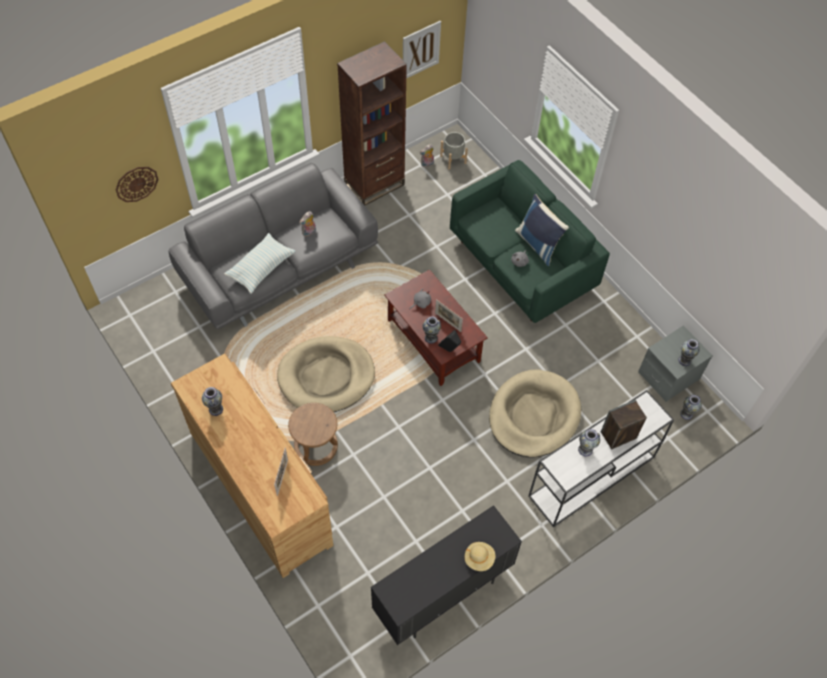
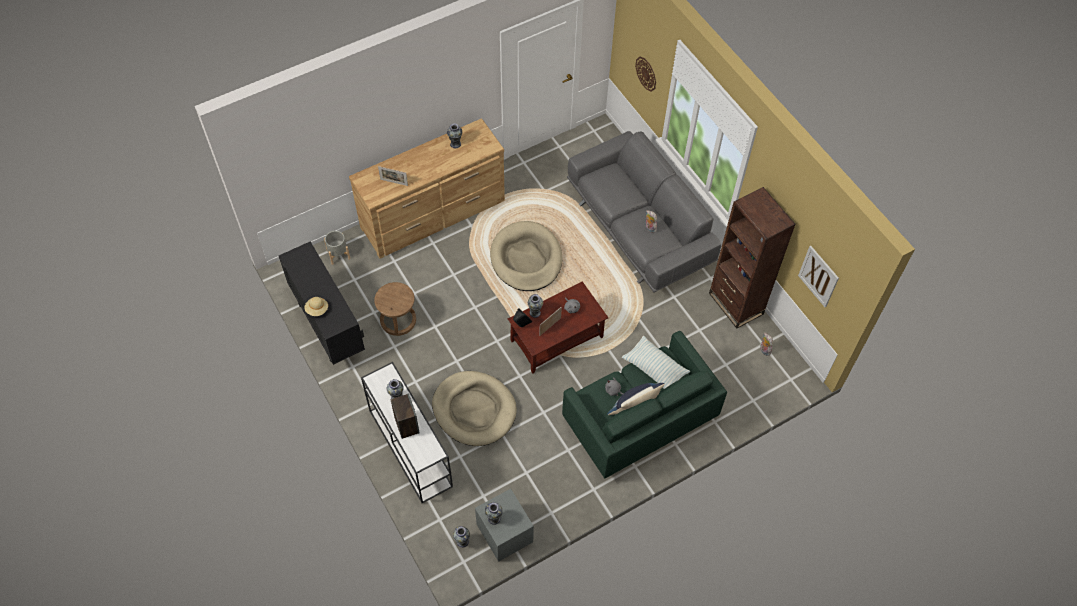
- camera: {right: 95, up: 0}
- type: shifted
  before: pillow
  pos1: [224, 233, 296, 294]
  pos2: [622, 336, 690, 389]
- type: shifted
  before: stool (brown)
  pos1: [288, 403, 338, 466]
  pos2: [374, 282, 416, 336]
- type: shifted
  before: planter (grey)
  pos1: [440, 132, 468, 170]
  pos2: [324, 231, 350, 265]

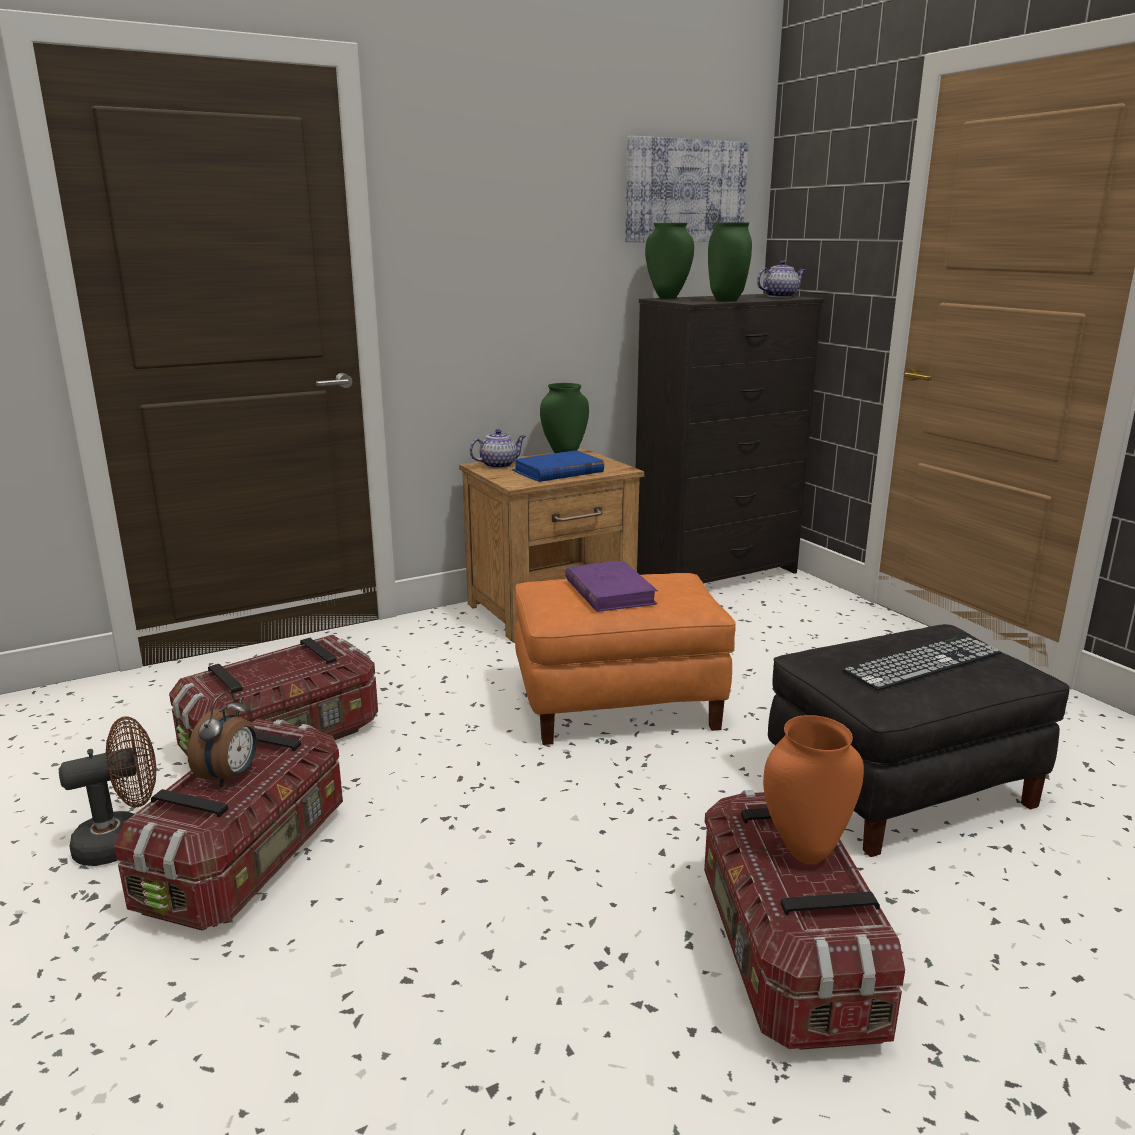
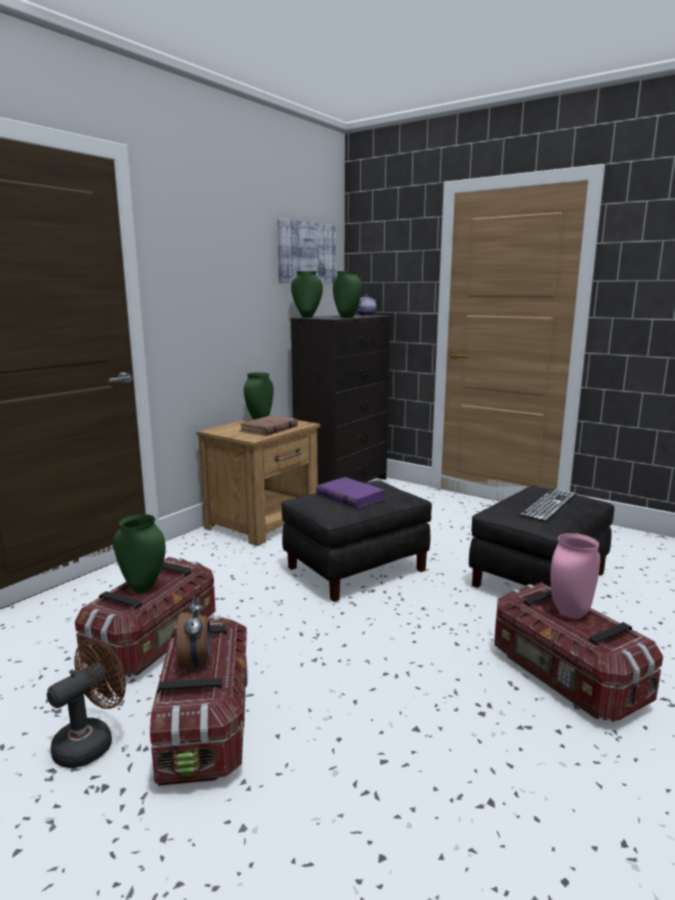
- camera: {right: -25, up: -5}
- type: gone
  before: teapot
  pos1: [469, 429, 526, 468]
- type: new
  after: vase (green)
  pos2: [113, 514, 166, 593]
- type: repainted
  before: book (blue)
  after: book (brown)
  pos1: [512, 450, 604, 482]
  pos2: [239, 415, 298, 436]
- type: repainted
  before: ottoman (orange)
  after: ottoman (black)
  pos1: [515, 573, 736, 745]
  pos2: [281, 481, 432, 602]
- type: repainted
  before: vase (orange)
  after: vase (pink)
  pos1: [763, 715, 864, 865]
  pos2: [550, 533, 600, 619]

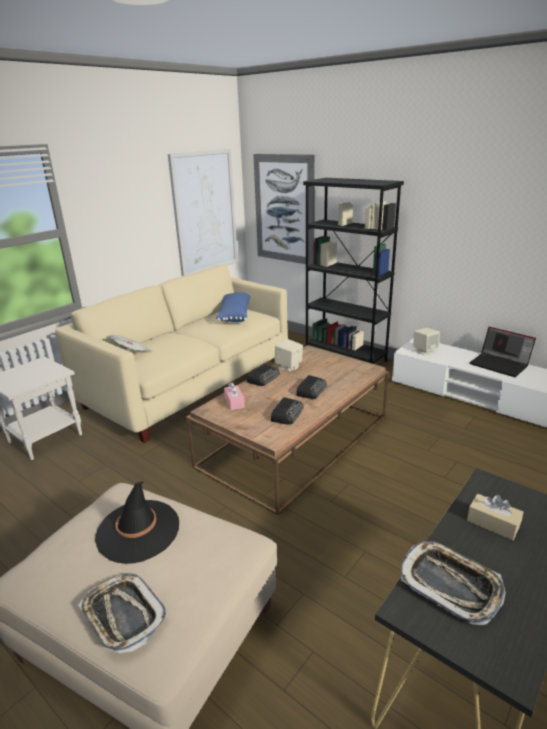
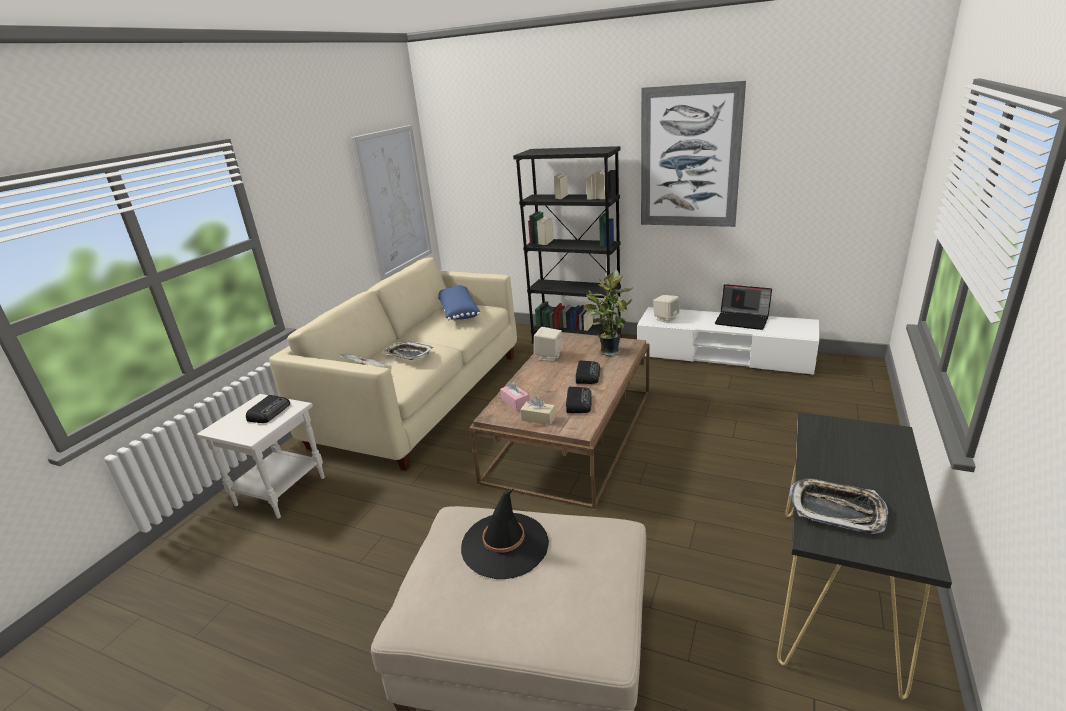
- camera: {right: -15, up: 0}
- type: new
  after: potted plant
  pos2: [583, 269, 633, 356]
- type: shifted
  before: tray
  pos1: [78, 573, 168, 653]
  pos2: [383, 342, 433, 360]
- type: shifted
  before: radio
  pos1: [247, 364, 280, 386]
  pos2: [246, 395, 290, 423]
- type: shifted
  before: picture
  pos1: [253, 154, 315, 265]
  pos2: [641, 81, 746, 227]
- type: shifted
  before: tissue box (beige)
  pos1: [467, 494, 523, 540]
  pos2: [520, 396, 556, 425]

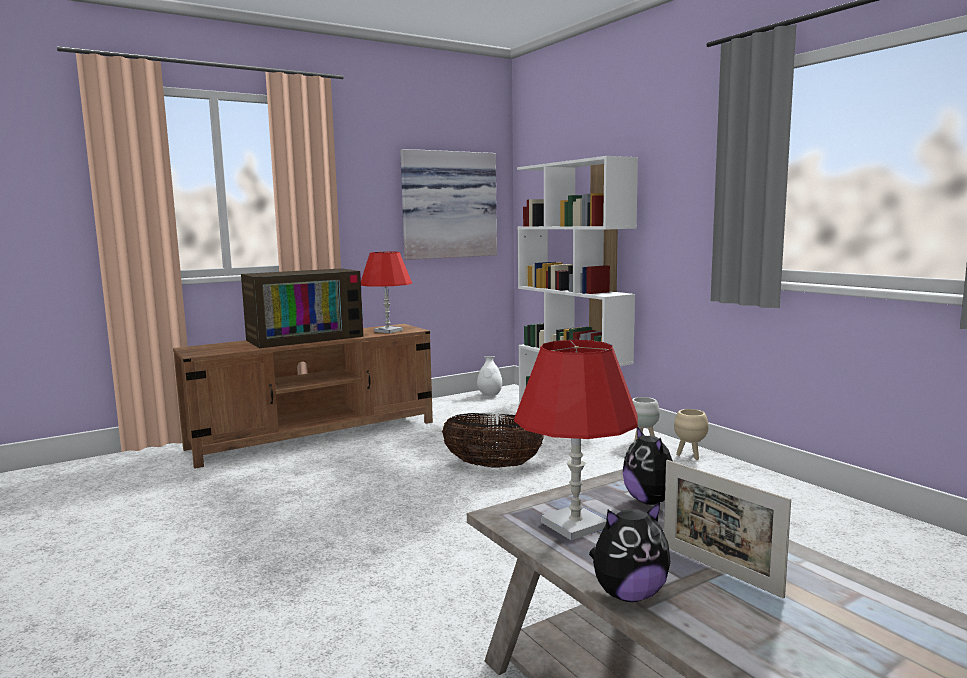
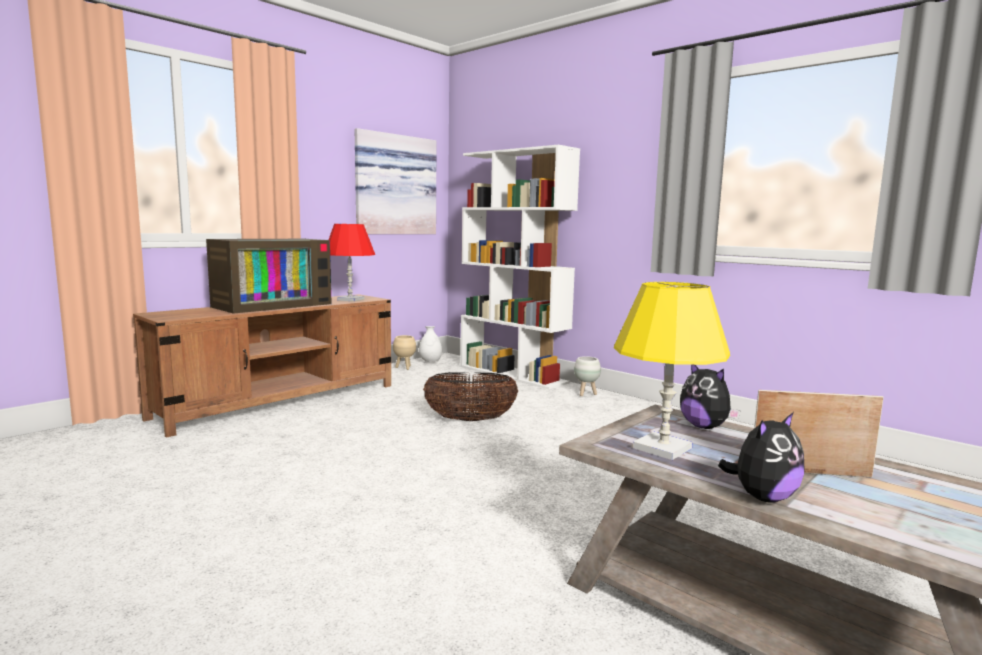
- camera: {right: -15, up: 0}
- type: shifted
  before: planter (beige)
  pos1: [674, 409, 709, 460]
  pos2: [393, 335, 416, 370]
- type: repainted
  before: table lamp (red)
  after: table lamp (yellow)
  pos1: [514, 340, 638, 540]
  pos2: [614, 282, 730, 460]
- type: rotated
  before: picture frame
  pos1: [664, 460, 791, 599]
  pos2: [754, 390, 884, 477]
  turn: 150

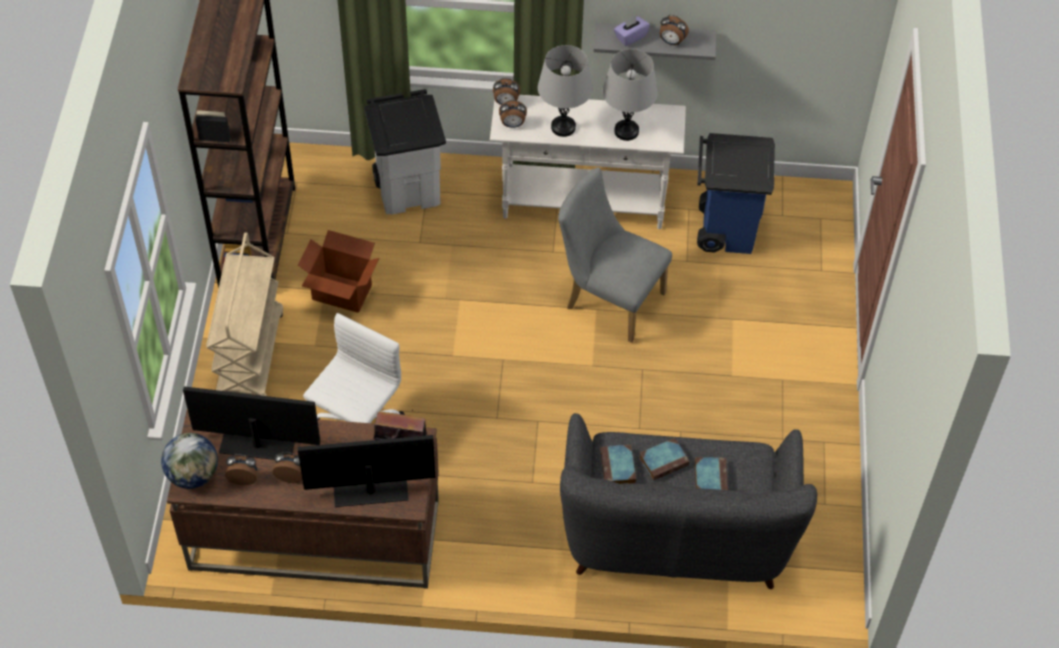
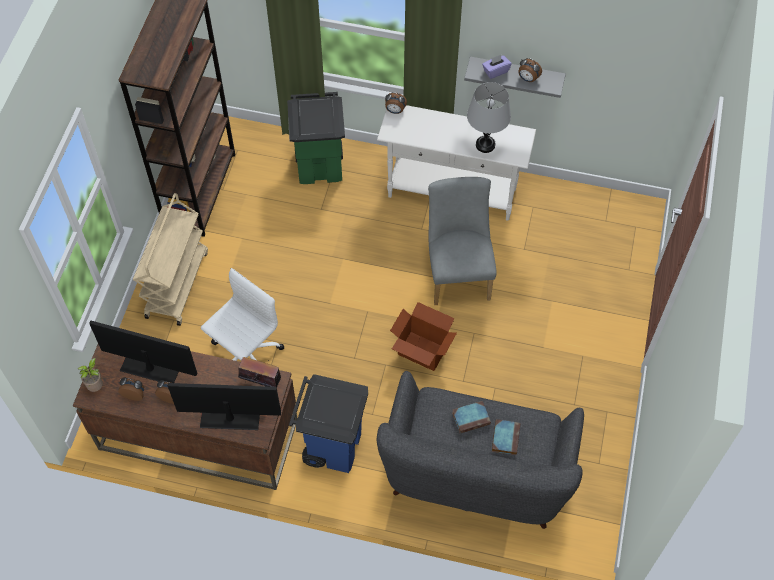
- camera: {right: 10, up: 5}
- type: gone
  before: alarm clock
  pos1: [499, 100, 527, 128]
- type: gone
  before: table lamp (grey)
  pos1: [538, 45, 593, 137]
- type: gone
  before: book
  pos1: [600, 444, 636, 485]
- type: shifted
  before: cardboard box
  pos1: [298, 230, 380, 313]
  pos2: [390, 302, 457, 371]
- type: shifted
  before: trash can (blue)
  pos1: [697, 133, 775, 254]
  pos2: [289, 374, 368, 473]
- type: swapped
  before: globe
  after: potted plant
  pos1: [161, 433, 218, 489]
  pos2: [78, 358, 103, 392]
- type: repainted
  before: trash can (white)
  after: trash can (green)
  pos1: [364, 89, 446, 214]
  pos2: [287, 92, 345, 184]
- type: rotated
  before: chair (grey)
  pos1: [558, 168, 672, 343]
  pos2: [428, 177, 497, 305]
  turn: 45

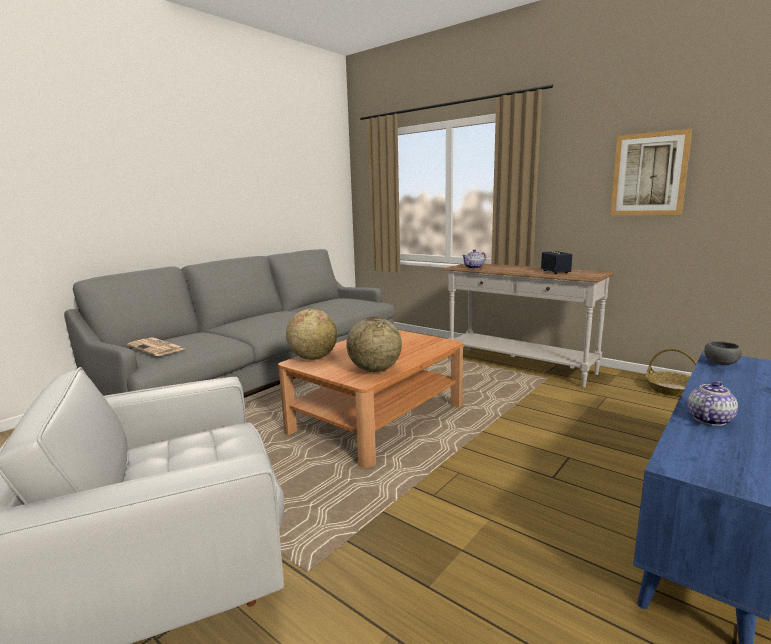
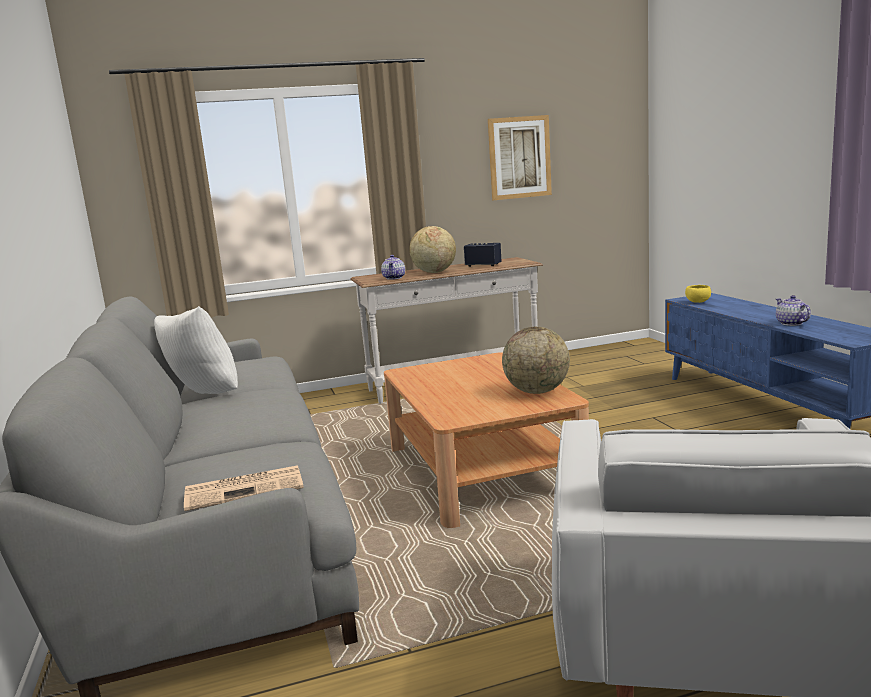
- camera: {right: -55, up: 0}
- type: gone
  before: basket
  pos1: [645, 349, 697, 397]
- type: new
  after: pillow (white)
  pos2: [154, 306, 238, 394]
- type: shifted
  before: globe
  pos1: [286, 309, 337, 360]
  pos2: [409, 226, 456, 273]
- type: repainted
  before: bowl (grey)
  after: bowl (yellow)
  pos1: [704, 341, 741, 365]
  pos2: [685, 285, 711, 303]

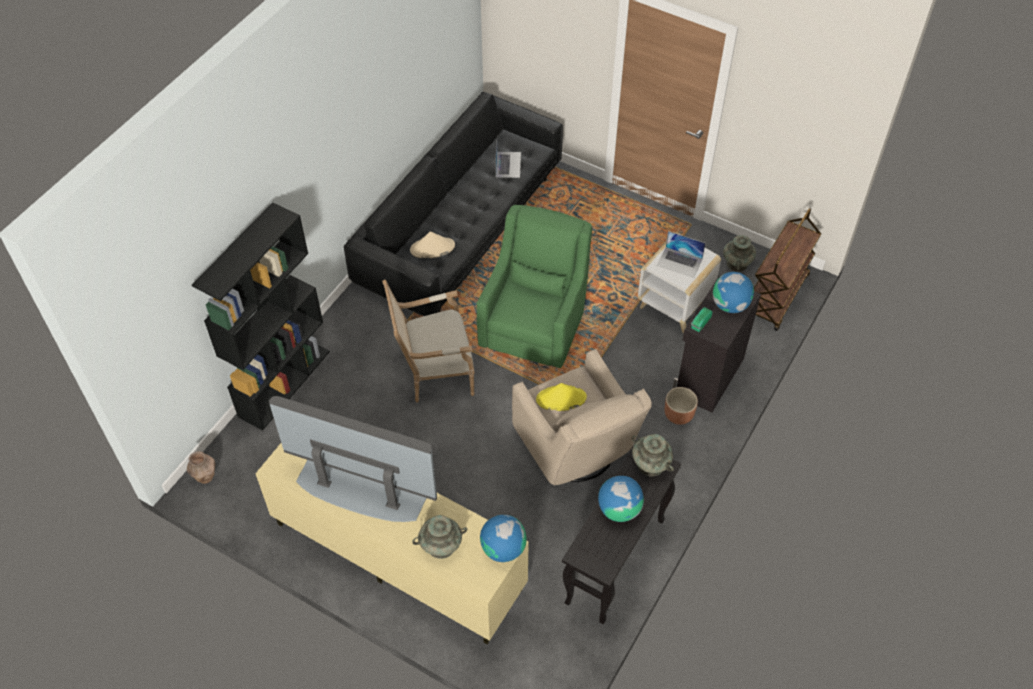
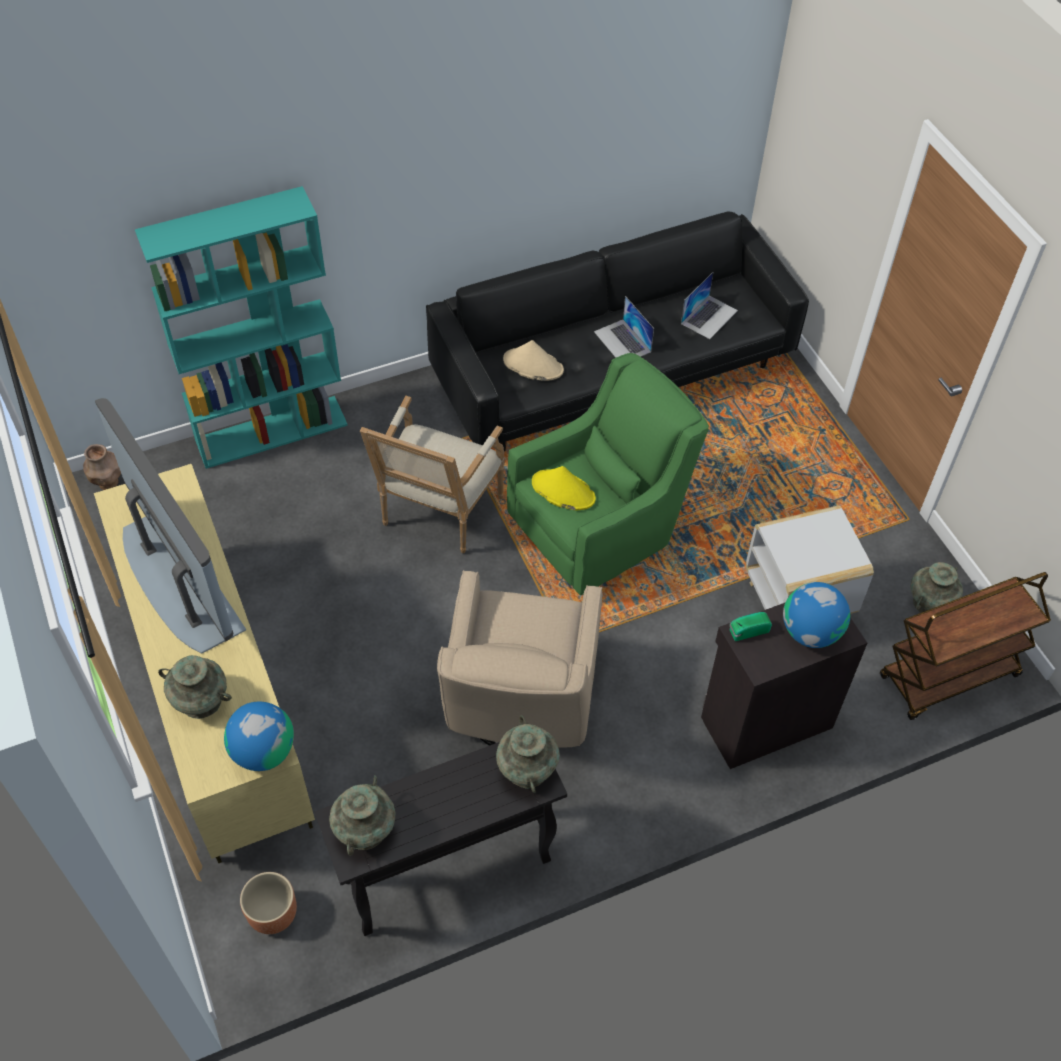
- camera: {right: 35, up: 0}
- type: gone
  before: globe
  pos1: [598, 476, 644, 522]
- type: new
  after: vase (turquoise)
  pos2: [329, 775, 396, 856]
- type: shifted
  before: hat (yellow)
  pos1: [536, 383, 587, 411]
  pos2: [532, 466, 596, 511]
- type: shifted
  before: laptop
  pos1: [657, 231, 706, 278]
  pos2: [594, 296, 654, 358]
- type: shifted
  before: planter (brown)
  pos1: [664, 387, 698, 425]
  pos2: [240, 872, 297, 934]
- type: repainted
  before: bookcase (black)
  after: bookcase (turquoise)
  pos1: [192, 202, 330, 431]
  pos2: [135, 186, 348, 469]
- type: rotated
  before: armchair
  pos1: [382, 280, 475, 403]
  pos2: [360, 396, 505, 553]
  turn: -90

